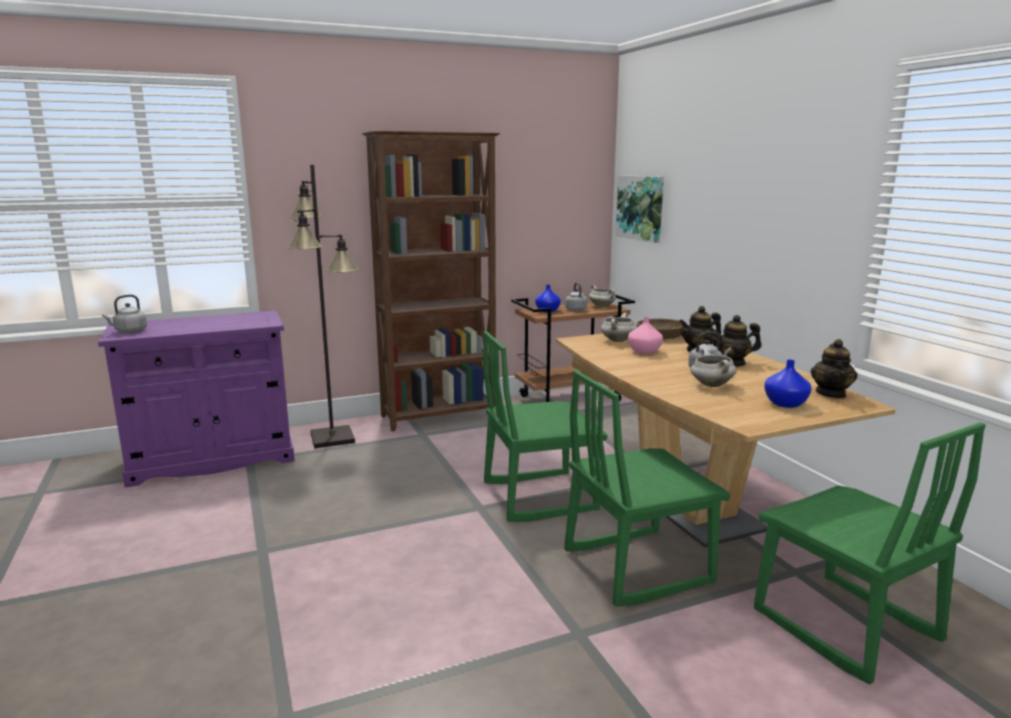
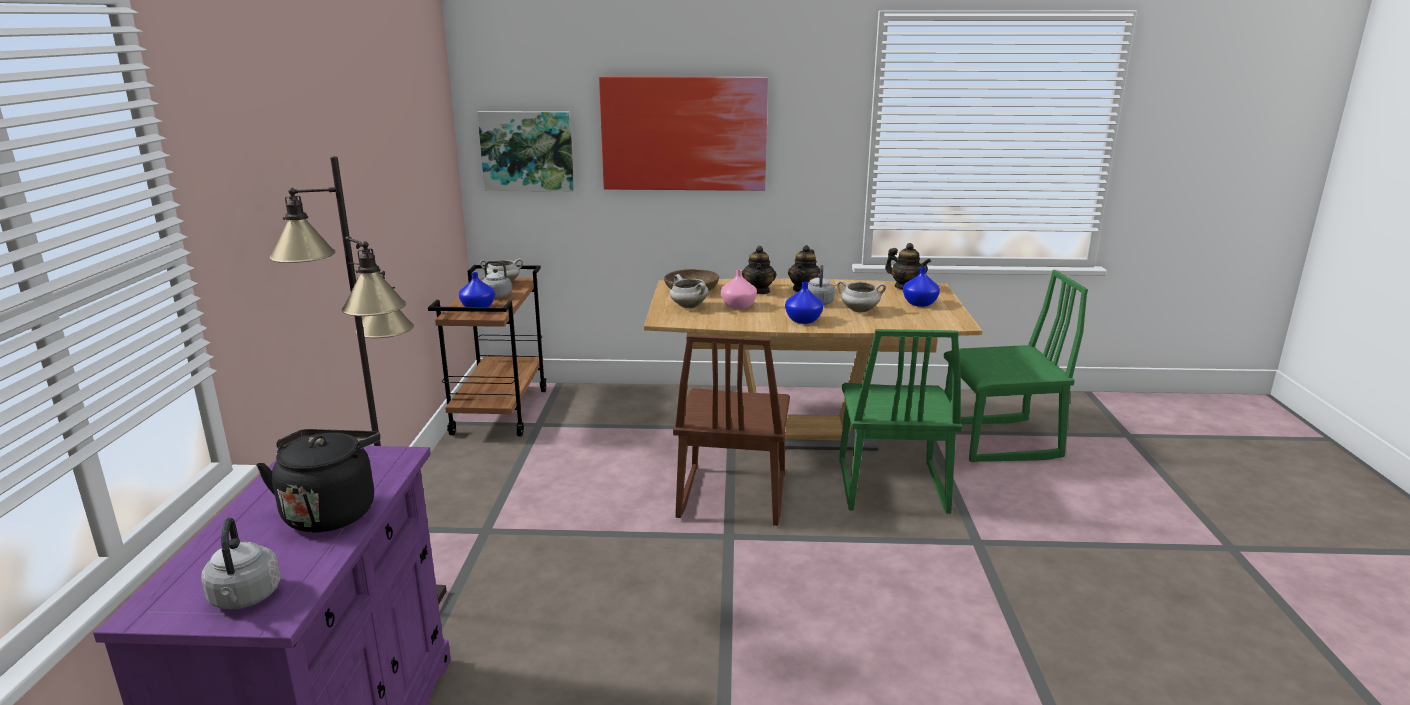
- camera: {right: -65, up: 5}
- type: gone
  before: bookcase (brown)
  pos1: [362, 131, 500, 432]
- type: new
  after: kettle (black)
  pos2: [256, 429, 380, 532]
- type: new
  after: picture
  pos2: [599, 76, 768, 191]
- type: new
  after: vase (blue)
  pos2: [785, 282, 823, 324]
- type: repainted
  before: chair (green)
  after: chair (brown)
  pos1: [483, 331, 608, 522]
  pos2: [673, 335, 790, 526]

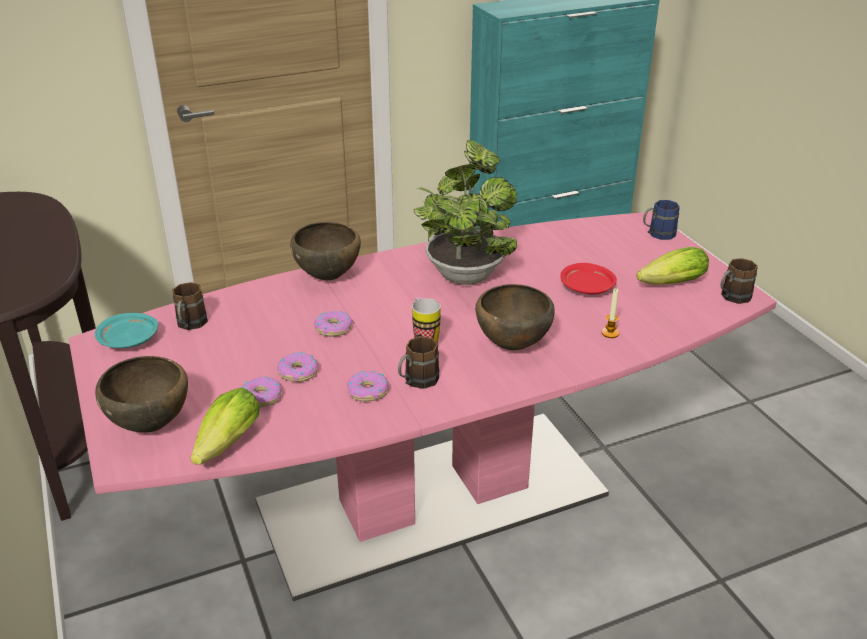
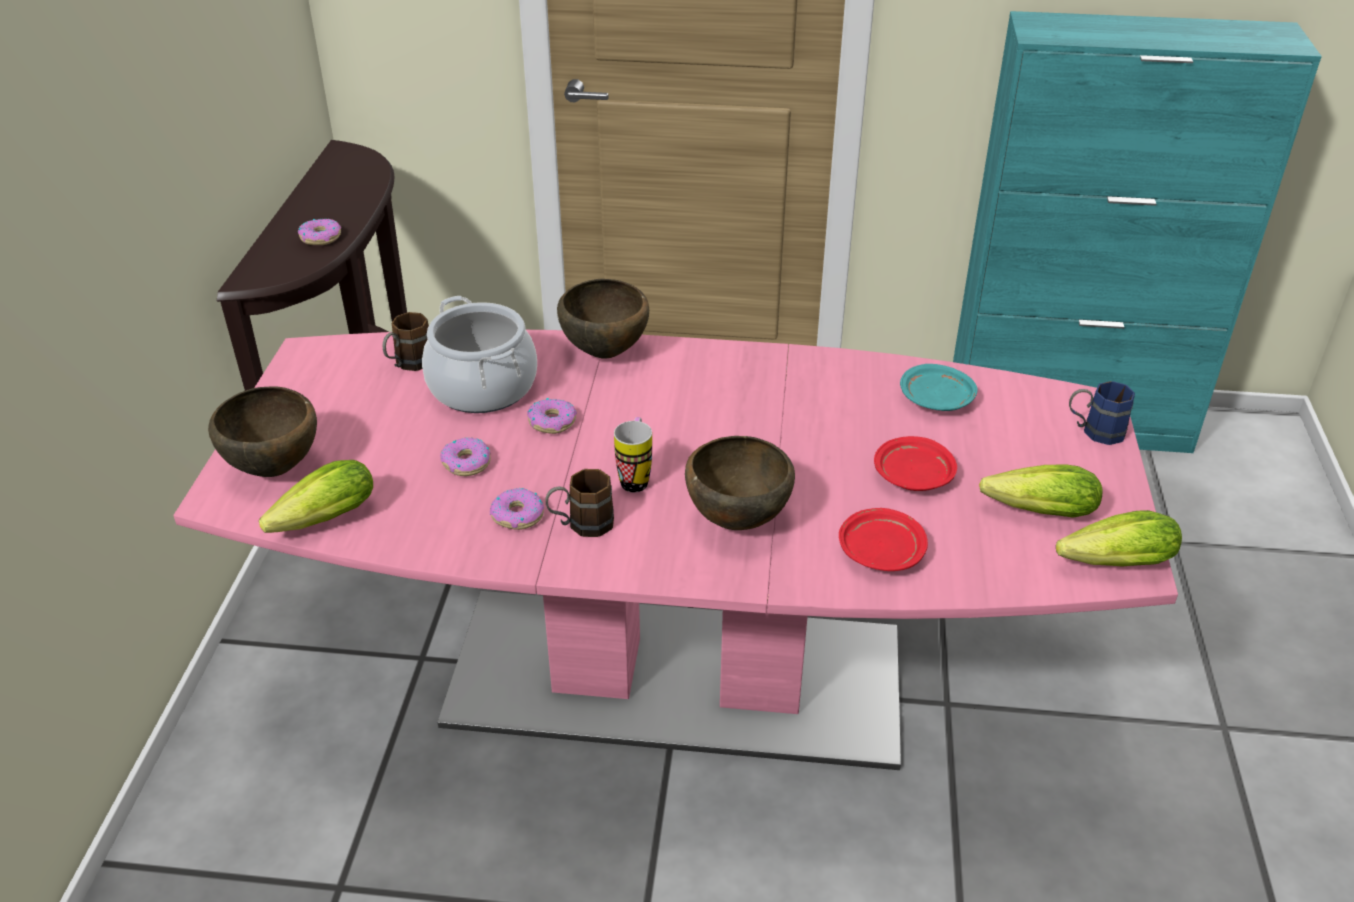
- camera: {right: 30, up: 5}
- type: gone
  before: potted plant
  pos1: [414, 140, 517, 285]
- type: new
  after: cooking pot
  pos2: [422, 296, 537, 413]
- type: shifted
  before: plate (turquoise)
  pos1: [95, 313, 158, 348]
  pos2: [900, 364, 978, 411]
- type: shifted
  before: donut
  pos1: [241, 376, 282, 408]
  pos2: [298, 219, 341, 245]
- type: swapped
  before: candle
  after: plate (red)
  pos1: [601, 288, 619, 338]
  pos2: [839, 508, 928, 571]
- type: swapped
  before: mug (brown)
  after: lettuce
  pos1: [721, 258, 758, 304]
  pos2: [1056, 510, 1182, 566]

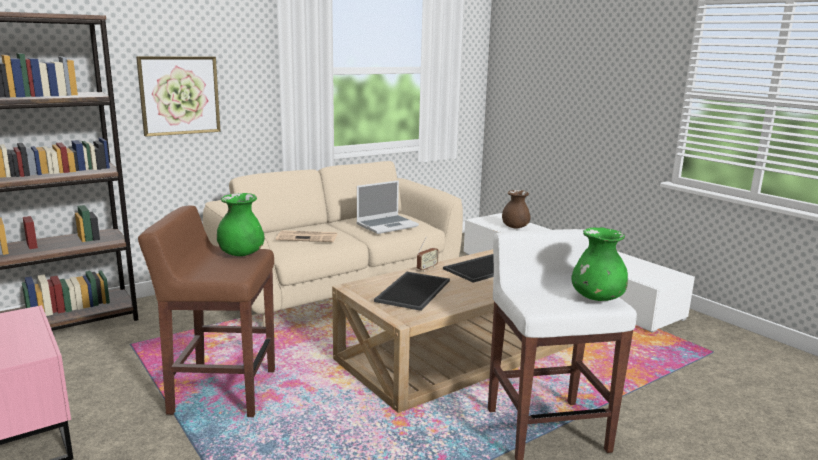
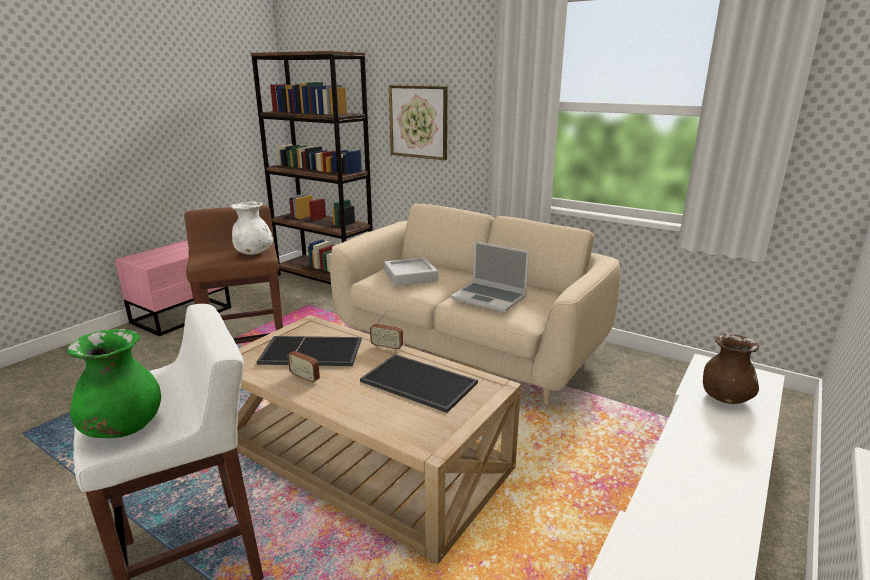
- camera: {right: 70, up: 5}
- type: new
  after: radio
  pos2: [287, 337, 320, 384]
- type: swapped
  before: newspaper
  after: tray (grey)
  pos1: [276, 230, 337, 242]
  pos2: [384, 257, 438, 286]
- type: repainted
  before: vase (green)
  after: vase (white)
  pos1: [217, 193, 265, 256]
  pos2: [231, 201, 273, 255]

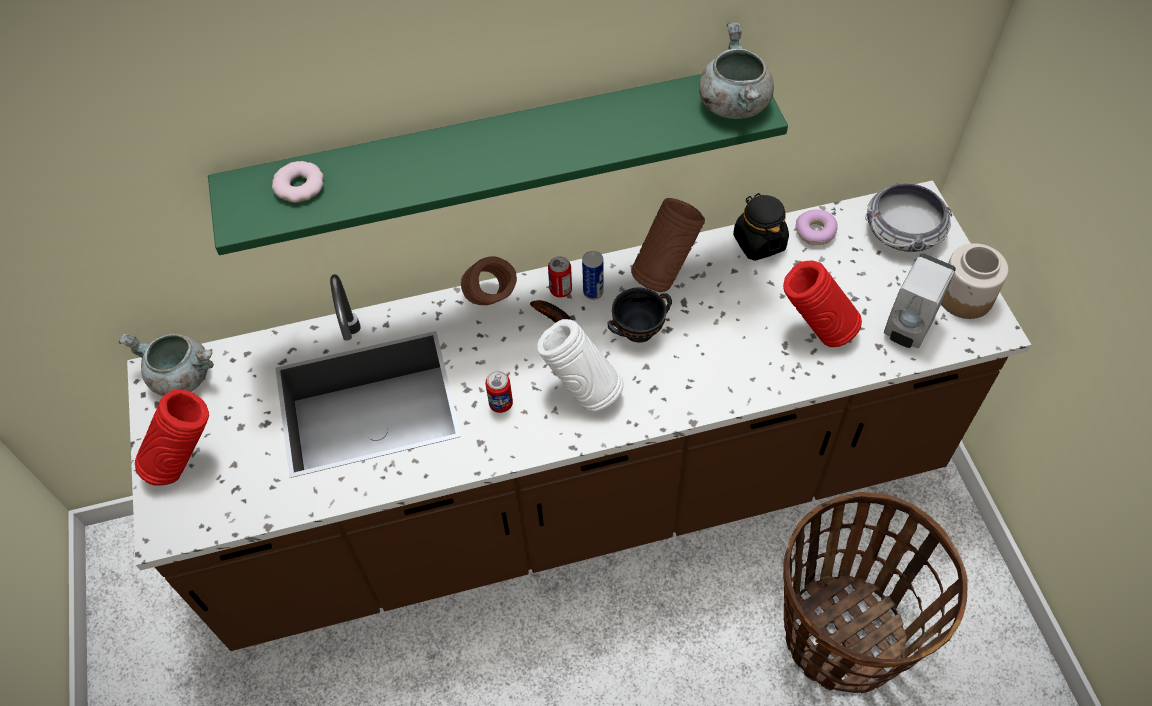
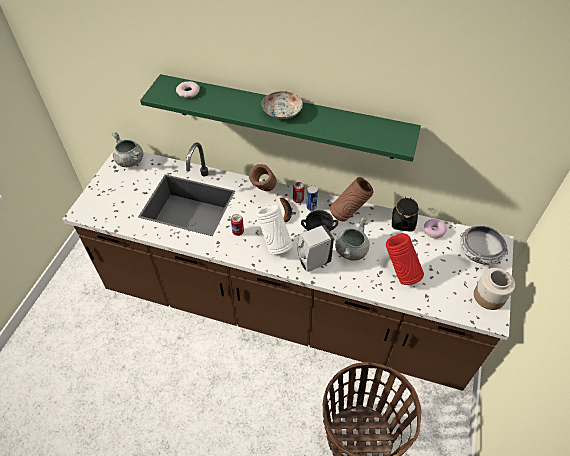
- camera: {right: 30, up: -5}
- type: gone
  before: vase (red)
  pos1: [135, 389, 209, 486]
- type: new
  after: plate
  pos2: [261, 91, 303, 119]
- type: shifted
  before: cooking pot (grey)
  pos1: [699, 22, 774, 119]
  pos2: [335, 217, 370, 260]
- type: shifted
  before: soap dispenser (white)
  pos1: [884, 253, 956, 348]
  pos2: [298, 225, 334, 272]

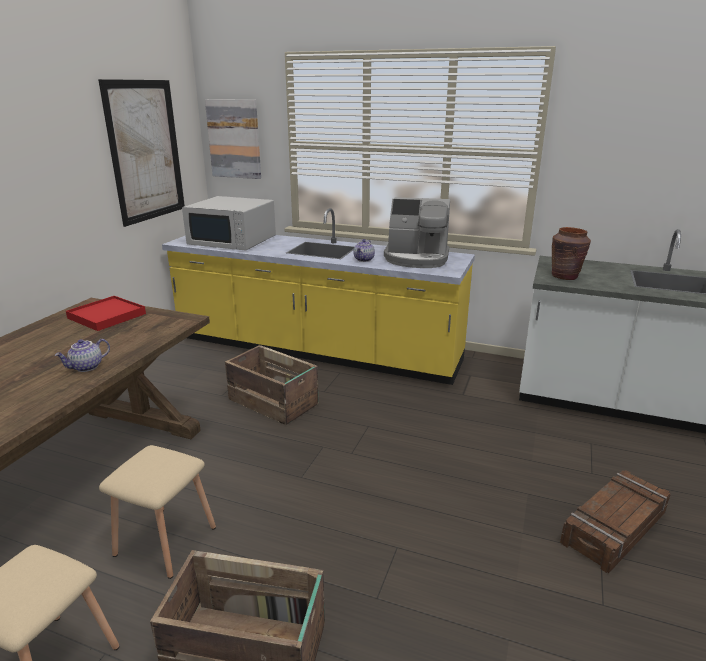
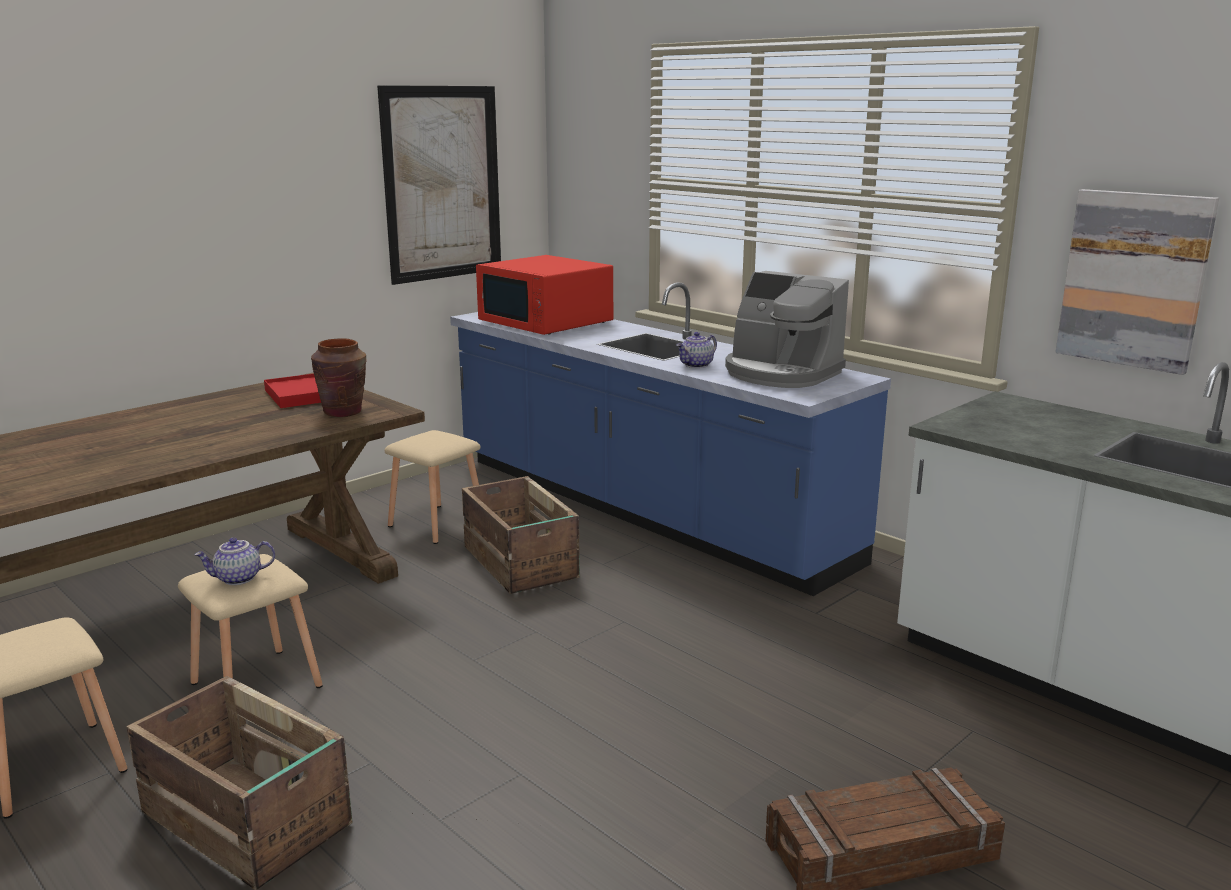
- camera: {right: 25, up: -5}
- type: new
  after: stool (beige)
  pos2: [384, 430, 480, 544]
- type: shifted
  before: teapot
  pos1: [55, 339, 110, 372]
  pos2: [194, 538, 275, 585]
- type: shifted
  before: picture
  pos1: [205, 99, 261, 179]
  pos2: [1055, 189, 1219, 375]
- type: shifted
  before: vase (brown)
  pos1: [552, 227, 591, 280]
  pos2: [311, 338, 367, 417]
- type: repainted
  before: counter (yellow)
  after: counter (blue)
  pos1: [162, 208, 475, 385]
  pos2: [450, 282, 891, 596]
- type: repainted
  before: microwave (white)
  after: microwave (red)
  pos1: [182, 196, 276, 250]
  pos2: [476, 255, 613, 335]

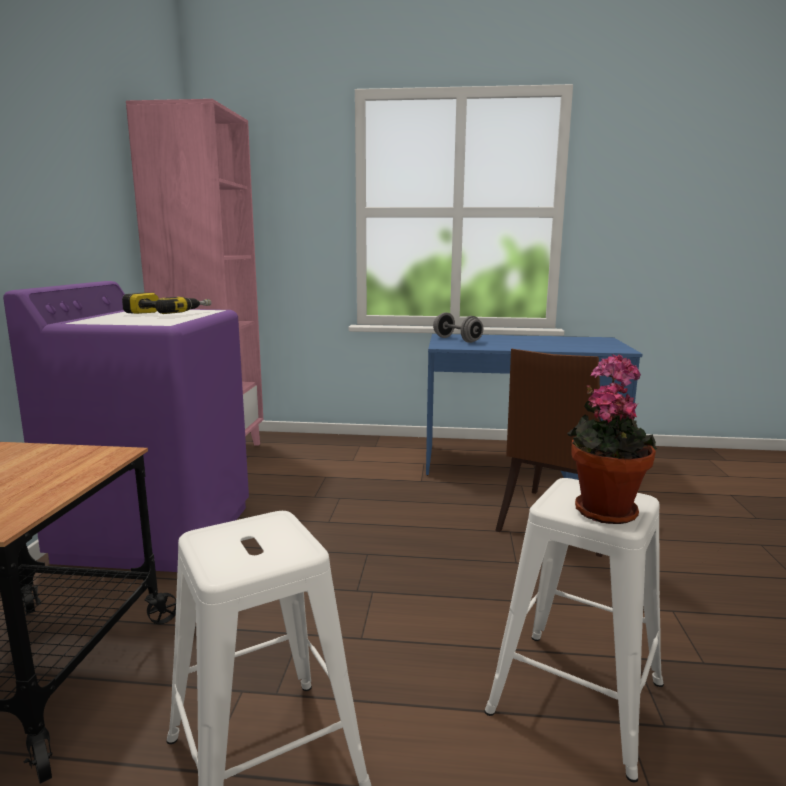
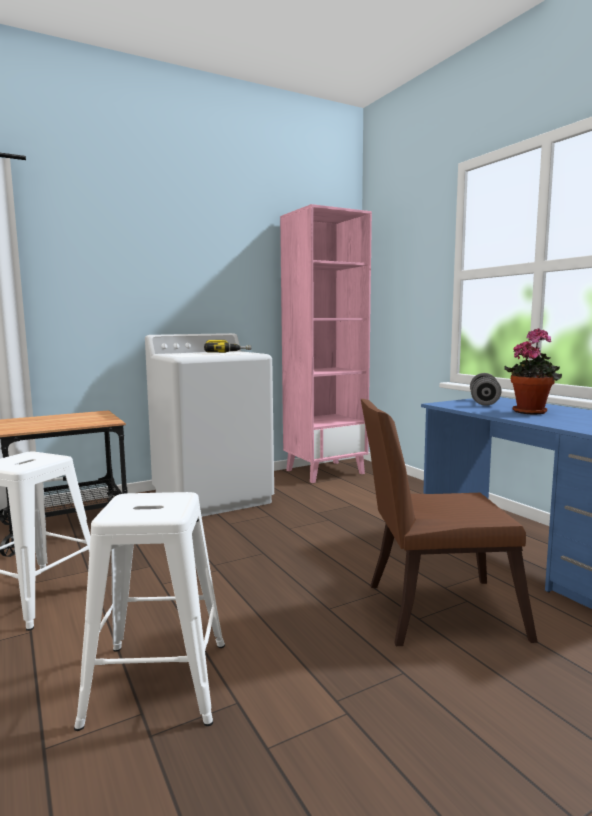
- camera: {right: 55, up: -5}
- type: shifted
  before: potted plant
  pos1: [567, 354, 658, 524]
  pos2: [504, 328, 562, 415]
- type: repainted
  before: washing machine (purple)
  after: washing machine (white)
  pos1: [3, 281, 249, 572]
  pos2: [145, 333, 274, 517]

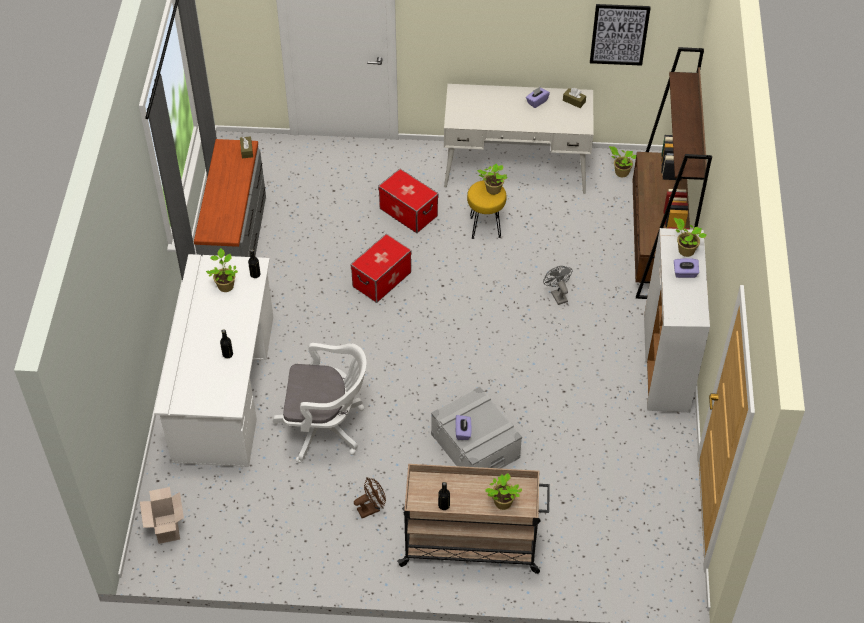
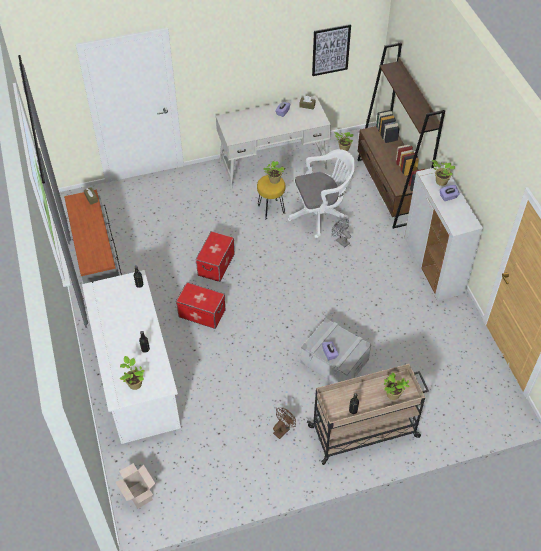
- camera: {right: -20, up: 0}
- type: shifted
  before: potted plant
  pos1: [206, 248, 238, 292]
  pos2: [119, 356, 145, 390]
- type: shifted
  before: office chair (white)
  pos1: [273, 343, 367, 463]
  pos2: [288, 149, 355, 239]
- type: shifted
  before: storage box
  pos1: [378, 169, 438, 233]
  pos2: [176, 282, 226, 329]

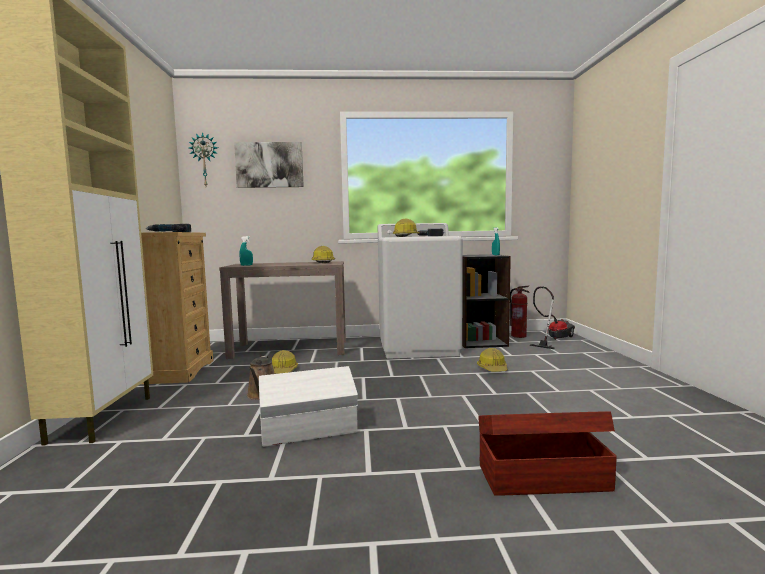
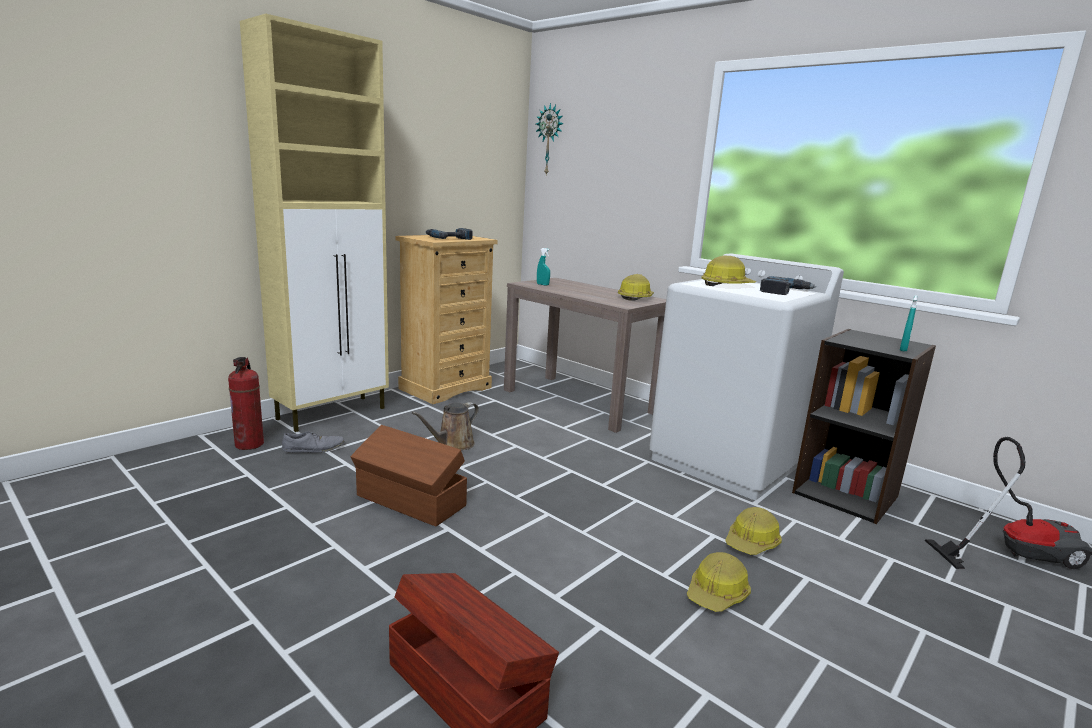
- camera: {right: 45, up: 10}
- type: gone
  before: picture
  pos1: [234, 142, 304, 188]
- type: new
  after: shoe (grey)
  pos2: [282, 431, 345, 453]
- type: shifted
  before: hard hat
  pos1: [272, 350, 298, 374]
  pos2: [687, 552, 751, 612]
- type: shifted
  before: fire extinguisher
  pos1: [510, 286, 530, 338]
  pos2: [228, 357, 264, 450]
- type: repainted
  before: storage box (white)
  after: storage box (brown)
  pos1: [259, 366, 358, 447]
  pos2: [350, 425, 467, 526]

